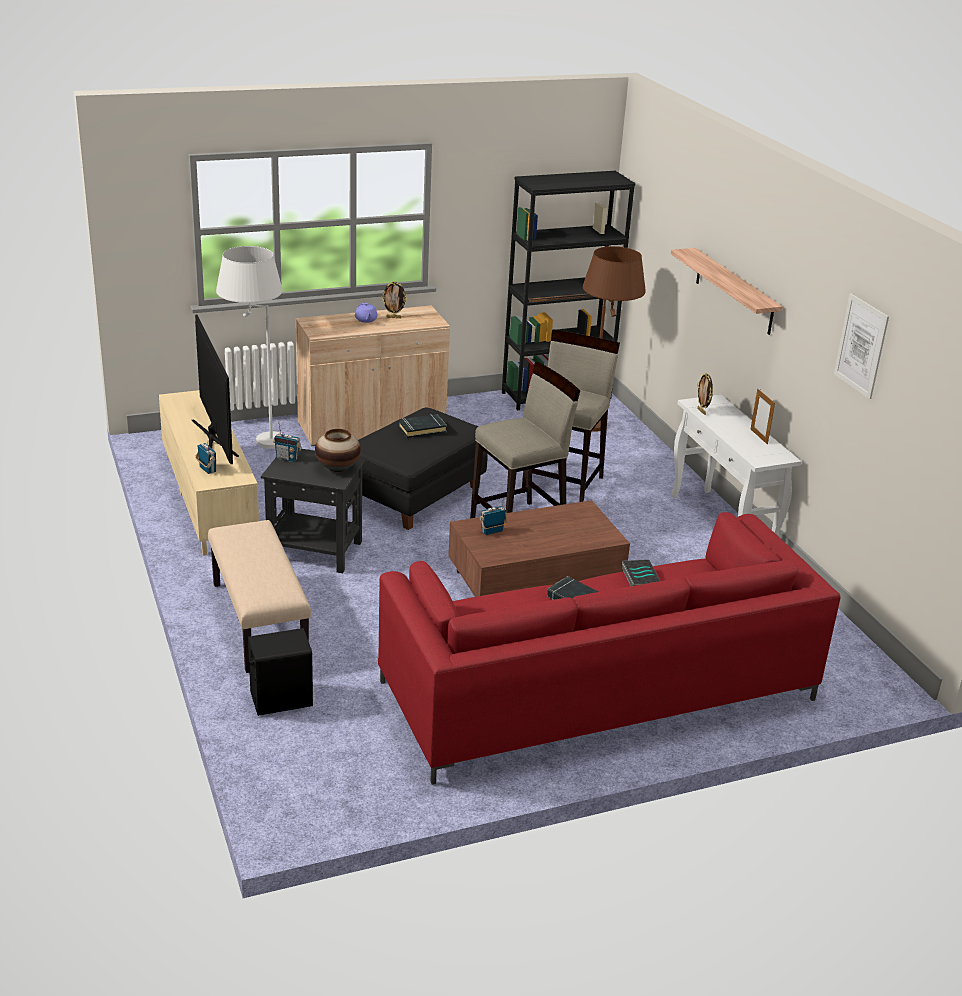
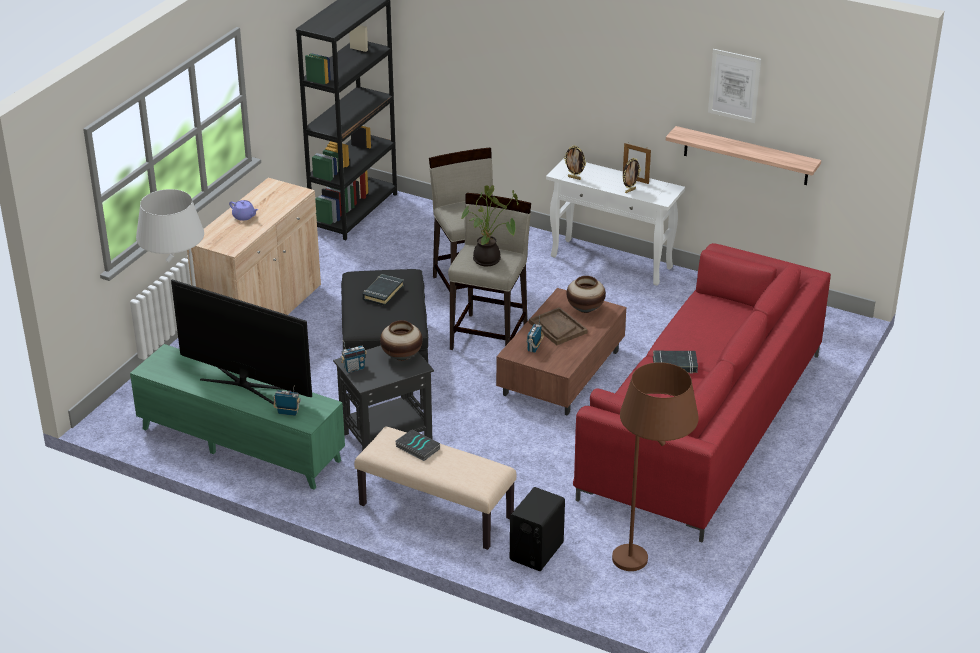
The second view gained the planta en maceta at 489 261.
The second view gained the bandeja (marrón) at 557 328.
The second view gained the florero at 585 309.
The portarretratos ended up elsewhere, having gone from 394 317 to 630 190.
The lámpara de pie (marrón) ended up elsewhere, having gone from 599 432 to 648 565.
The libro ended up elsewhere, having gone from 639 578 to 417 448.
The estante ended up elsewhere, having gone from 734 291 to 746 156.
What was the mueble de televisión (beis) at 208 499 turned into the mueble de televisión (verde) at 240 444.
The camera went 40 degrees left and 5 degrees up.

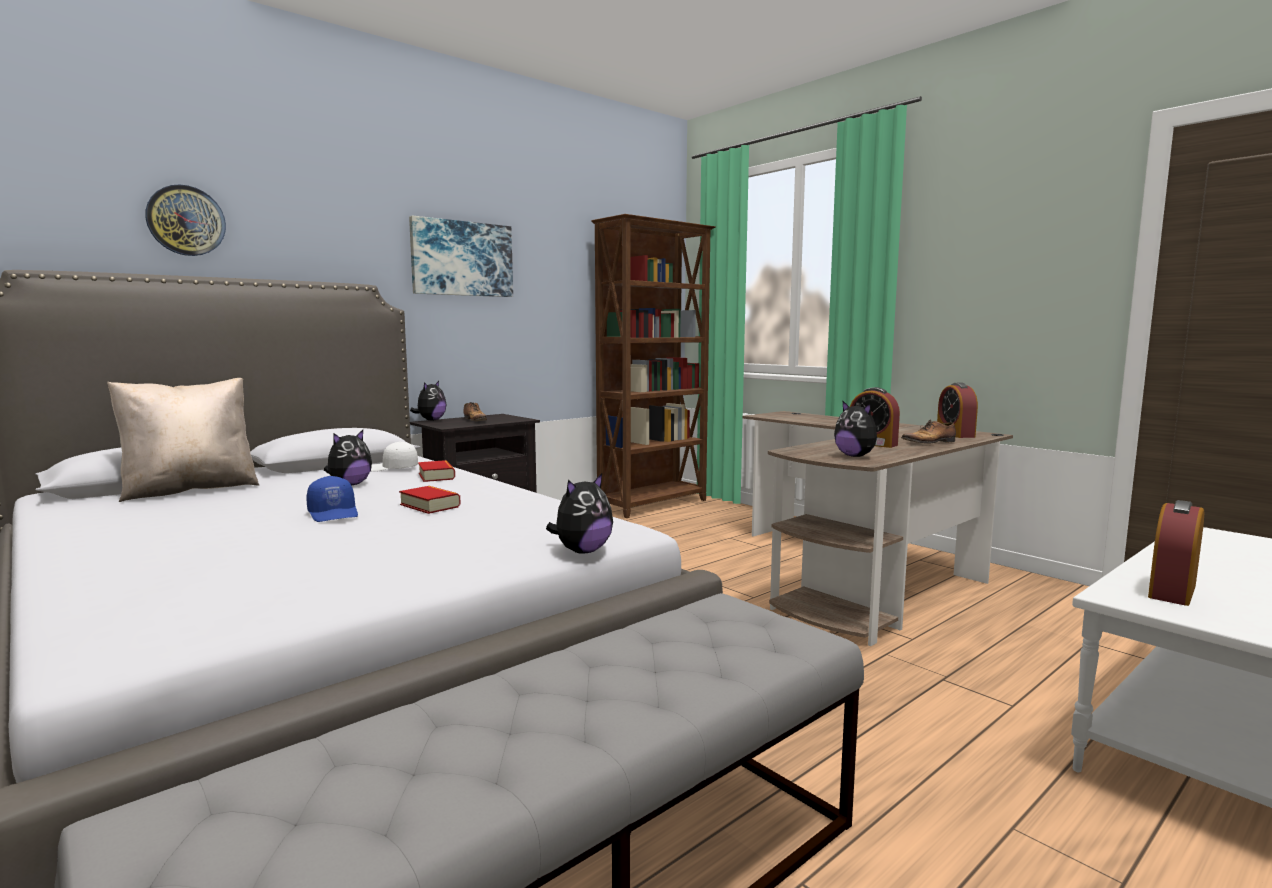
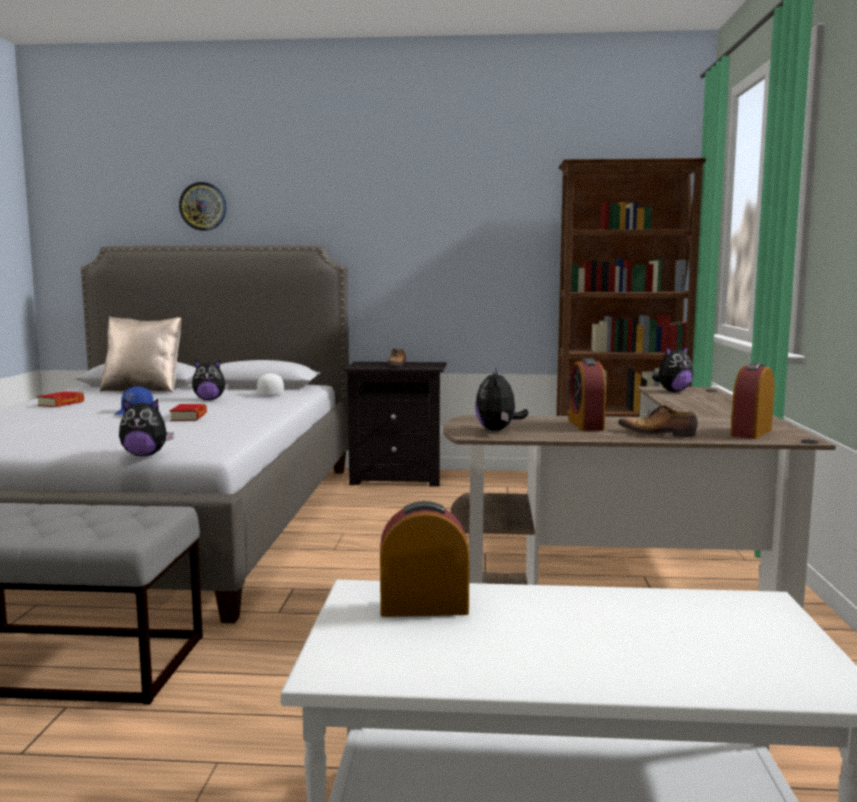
The second view lost the cuadro at 462 259.
The peluche ended up elsewhere, having gone from 431 420 to 673 391.
The libro ended up elsewhere, having gone from 436 476 to 61 404.
The camera went 45 degrees right and 0 degrees up.

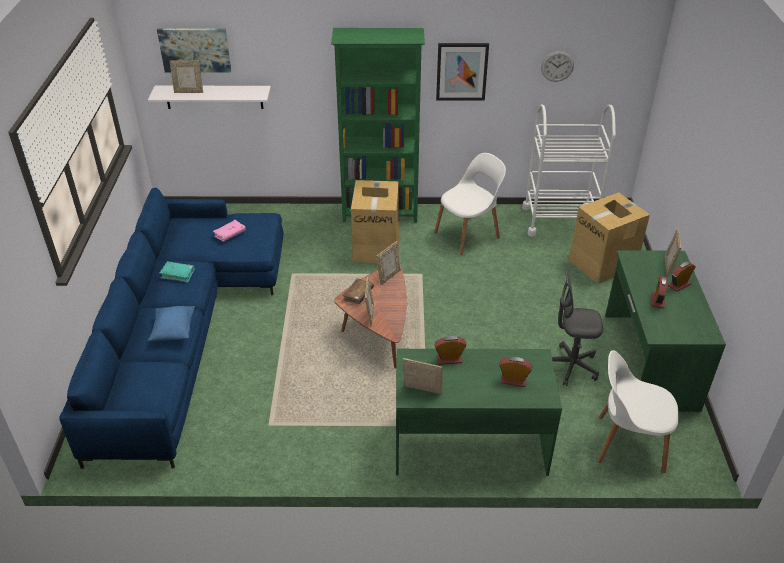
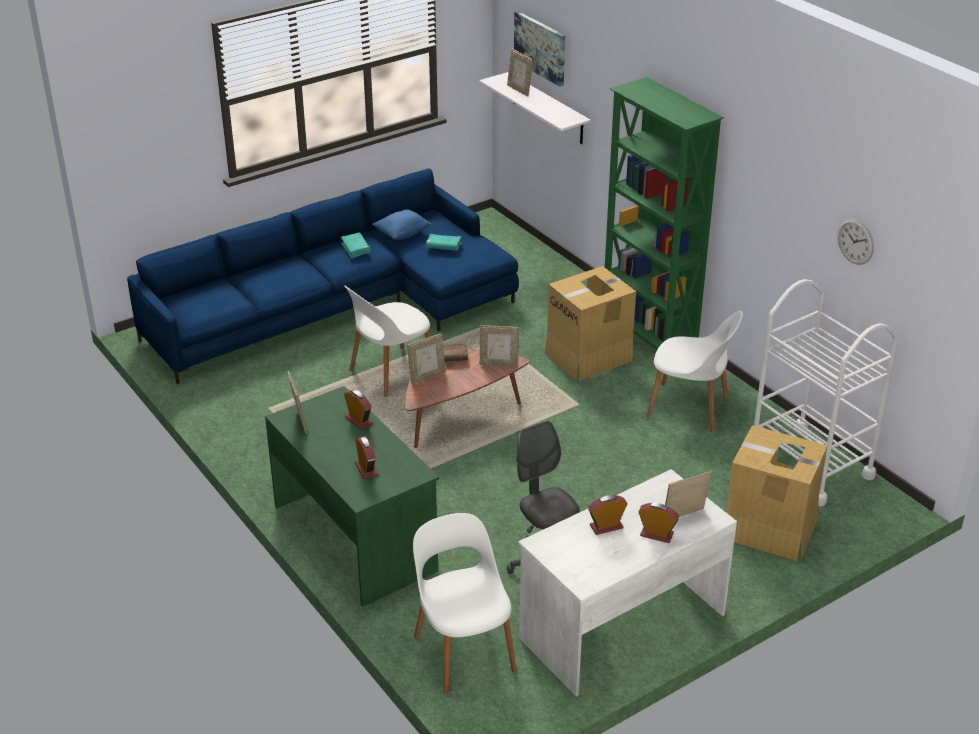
The second view lost the cuadro at 461 71.
The second view gained the silla (blanco) at 391 372.
The cojín (azul) ended up elsewhere, having gone from 174 331 to 402 234.
What was the libro (rosa) at 230 234 turned into the libro (turquesa) at 443 247.
What was the escritorio (verde) at 648 361 turned into the escritorio (blanco) at 621 625.
The camera went 55 degrees right and 5 degrees down.

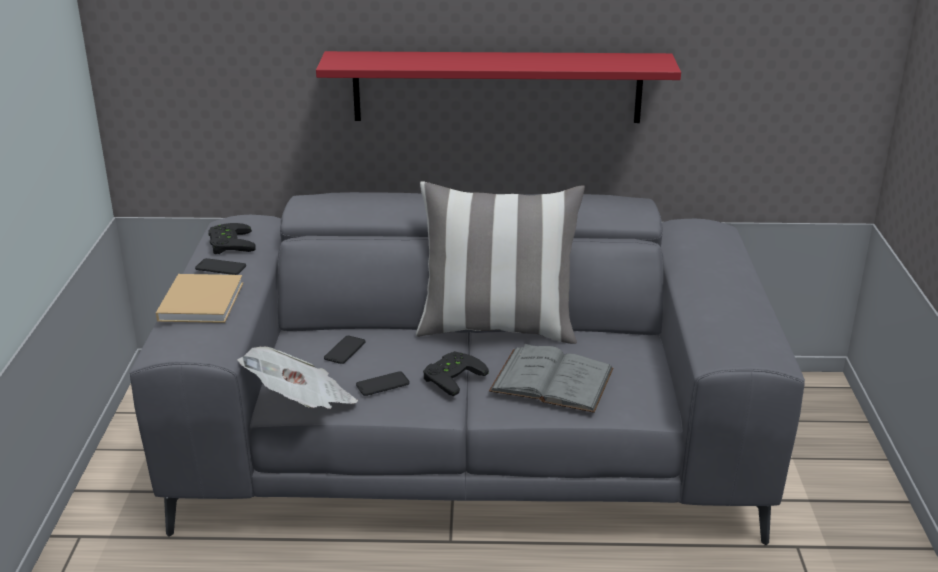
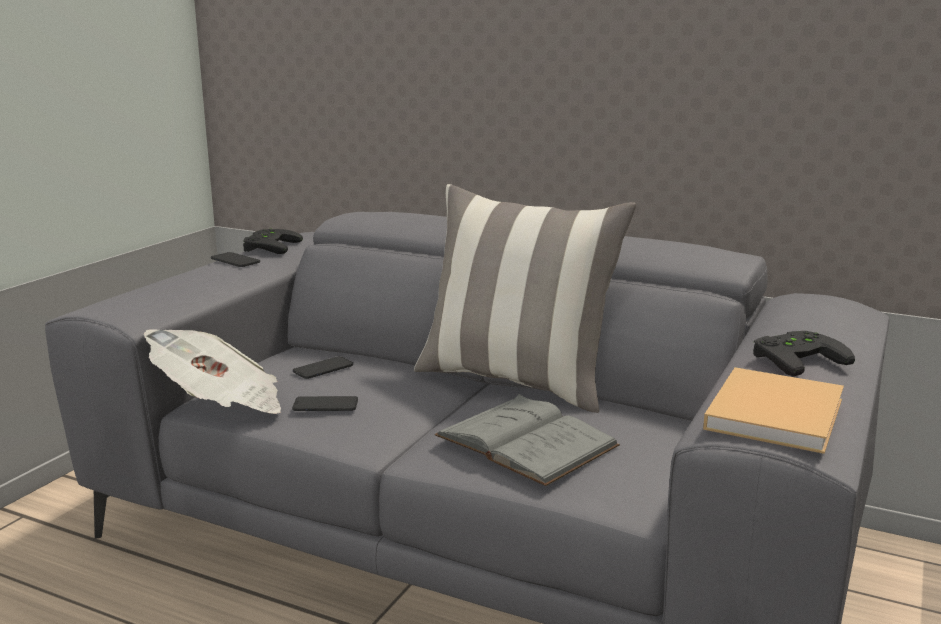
The second view lost the estante (rojo) at 497 87.
The libro (beis) ended up elsewhere, having gone from 202 300 to 775 412.
The mando de consola (negro) ended up elsewhere, having gone from 451 376 to 795 358.
The camera went 25 degrees right and 10 degrees down.

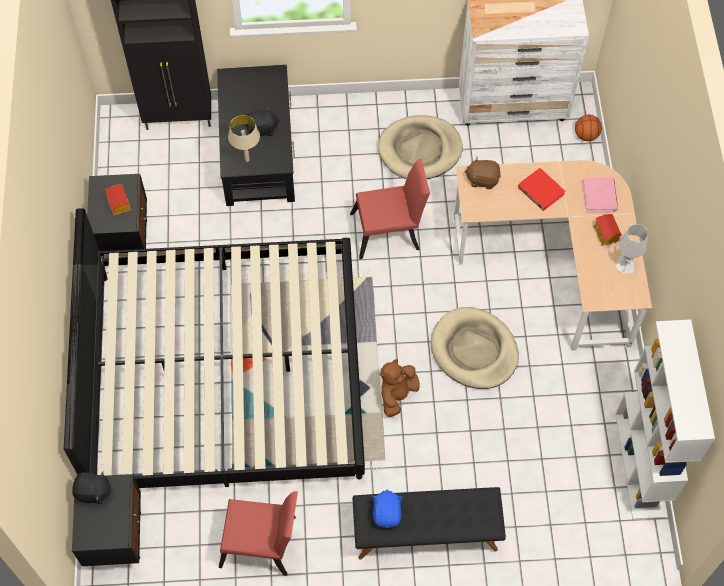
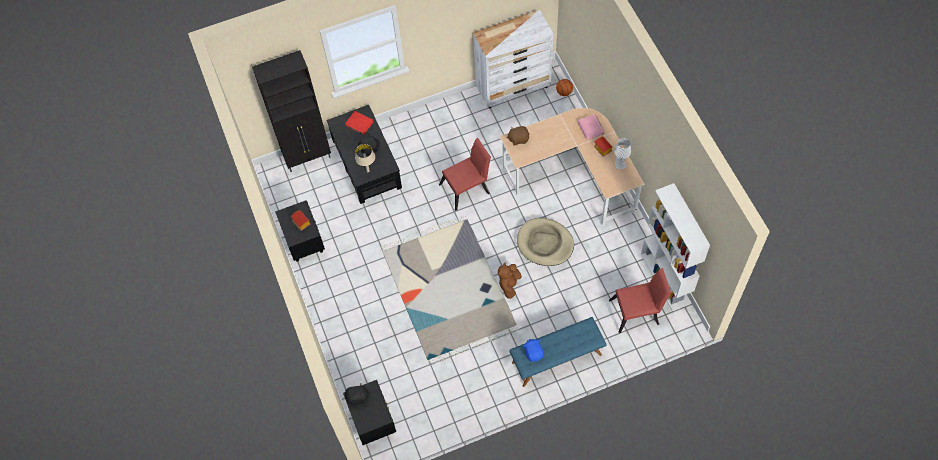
The second view lost the cama at 225 373.
The second view lost the cama para perro (beis) at 420 150.
The silla (rojo) ended up elsewhere, having gone from 263 544 to 637 312.
The libro (rojo) ended up elsewhere, having gone from 540 191 to 359 124.
What was the banco (negro) at 426 533 turned into the banco (azul) at 557 359.
The camera went 15 degrees left and 0 degrees up.

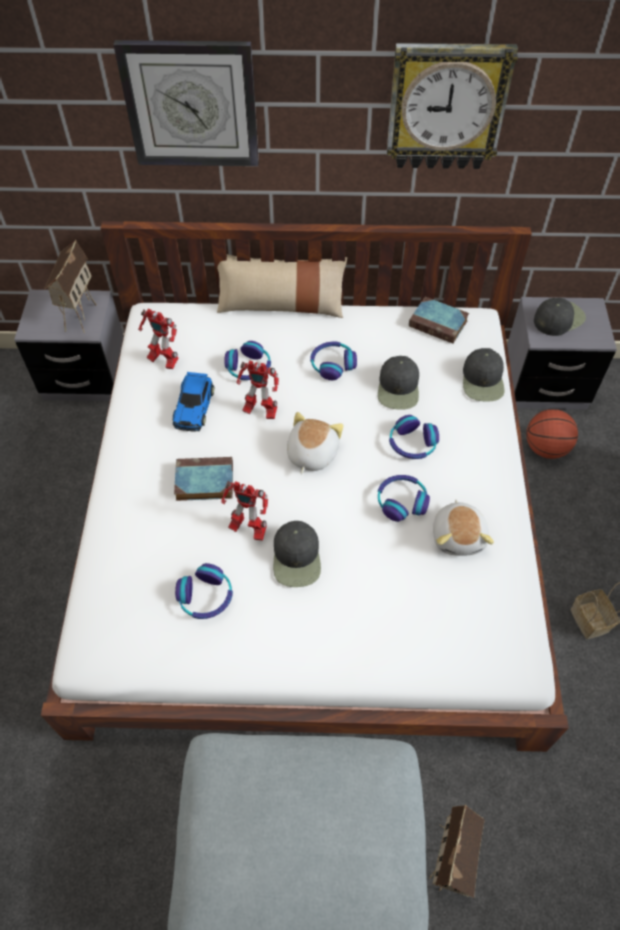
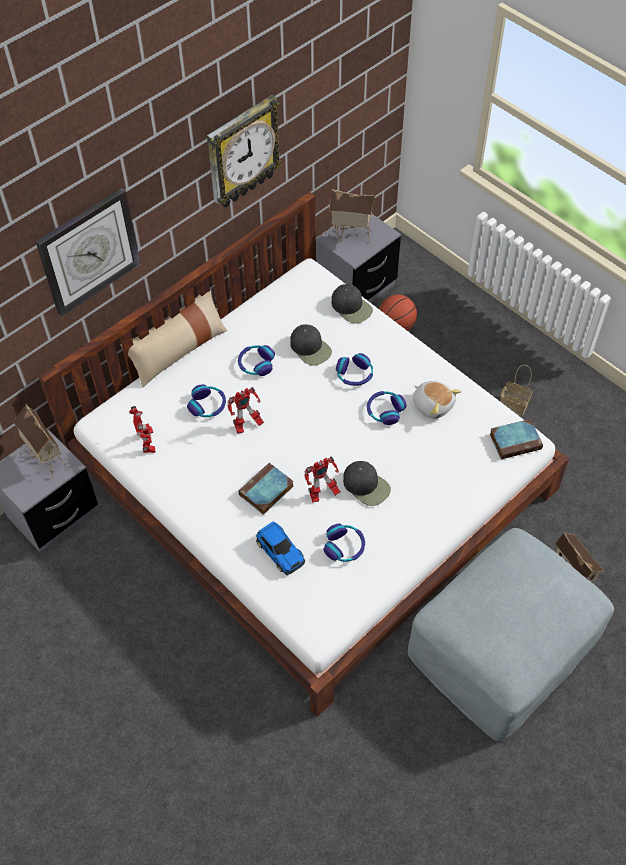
The second view lost the peluche at 311 454.
The coche de juguete ended up elsewhere, having gone from 194 406 to 280 550.
The libro ended up elsewhere, having gone from 439 323 to 516 441.
Where the gorra (negro) stood at 558 318, the casita came to stand at 351 237.
The robot de juguete at 163 360 ended up facing another way, 90 degrees counterclockwise from before.
The camera went 45 degrees left and 0 degrees up.

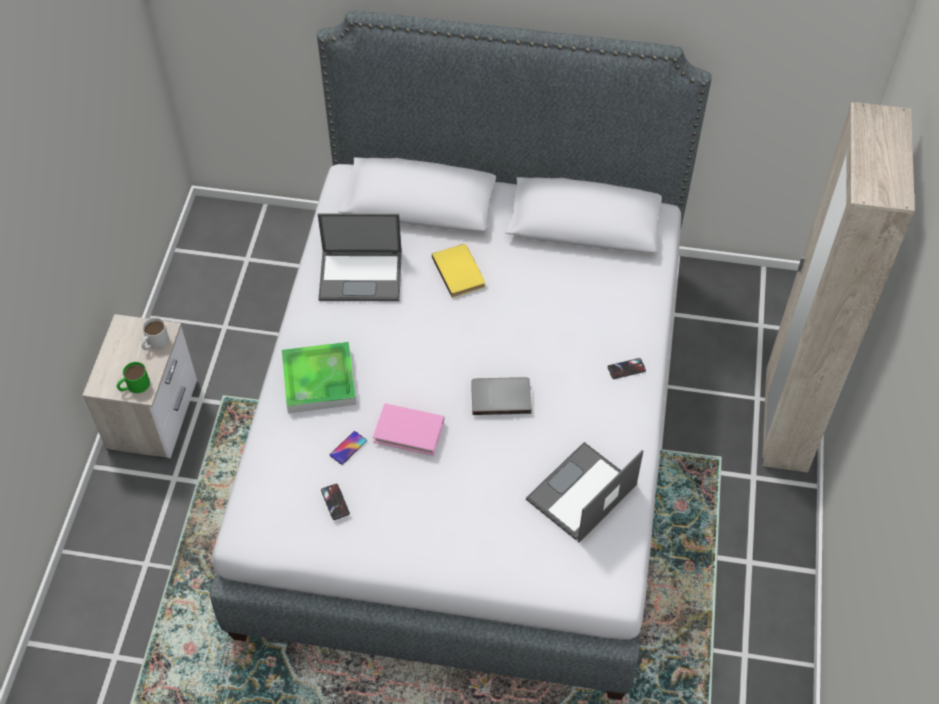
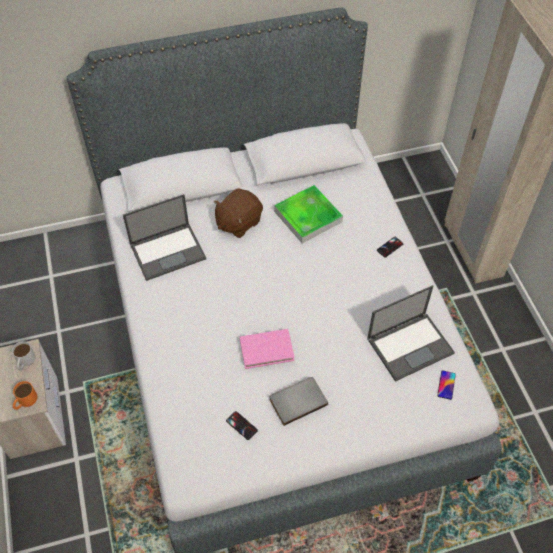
The bandeja ended up elsewhere, having gone from 319 380 to 308 216.
The móvil ended up elsewhere, having gone from 348 448 to 446 385.
The libro (gris) ended up elsewhere, having gone from 501 396 to 297 400.
Where the libro (amarillo) stood at 460 271, the peluche (marrón) came to stand at 238 222.
What was the taza grande (verde) at 134 386 turned into the taza grande (naranja) at 25 401.
The portátil at 581 493 ended up facing another way, 135 degrees counterclockwise from before.
The camera went 25 degrees left and 0 degrees up.

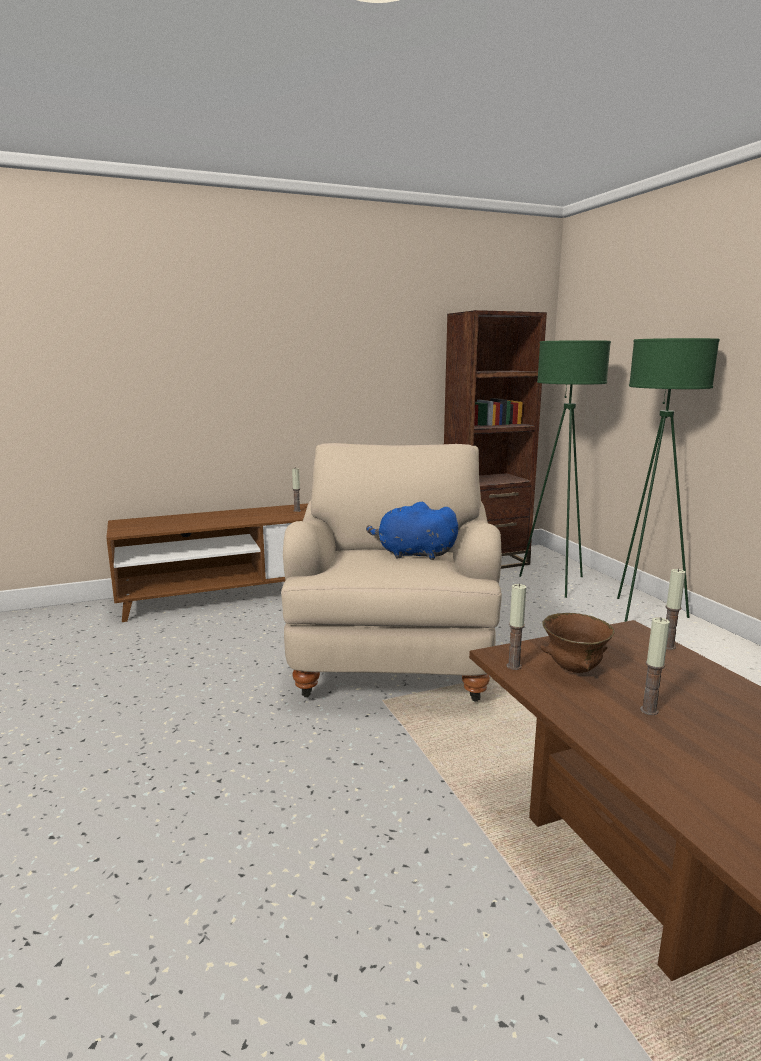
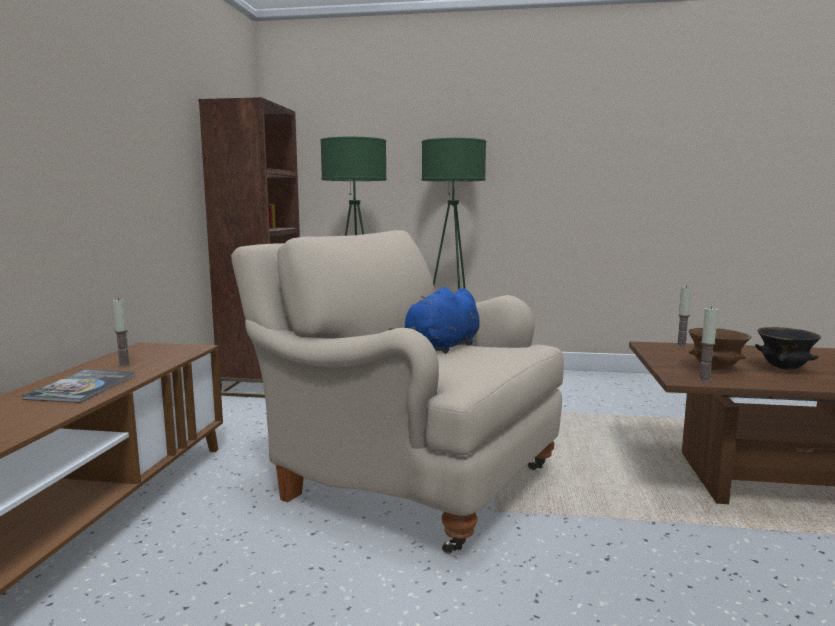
The second view gained the libro at 82 387.
Where the vela stood at 649 710, the cuenco (negro) came to stand at 783 369.
The camera went 60 degrees left and 5 degrees down.

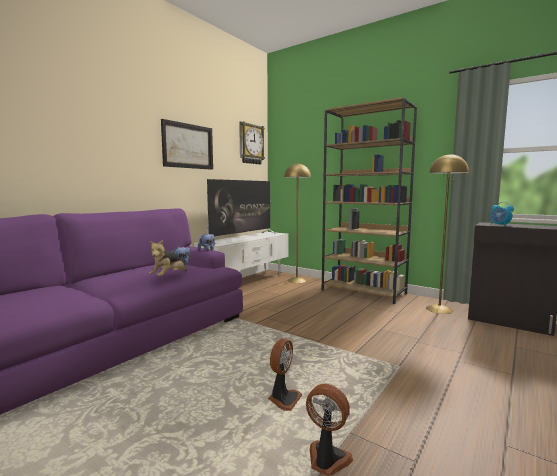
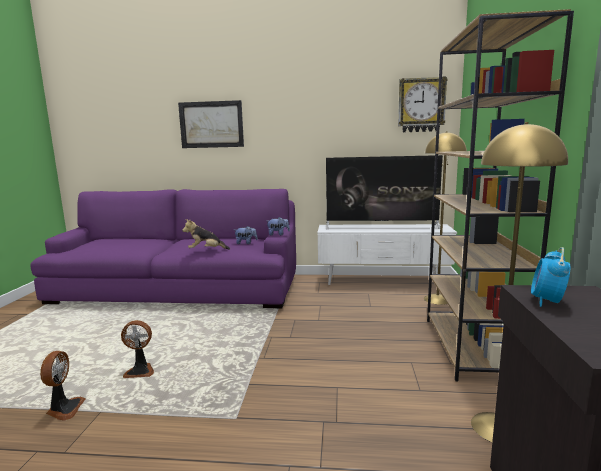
The cuadro ended up elsewhere, having gone from 188 146 to 211 124.
The camera went 60 degrees right and 5 degrees up.

